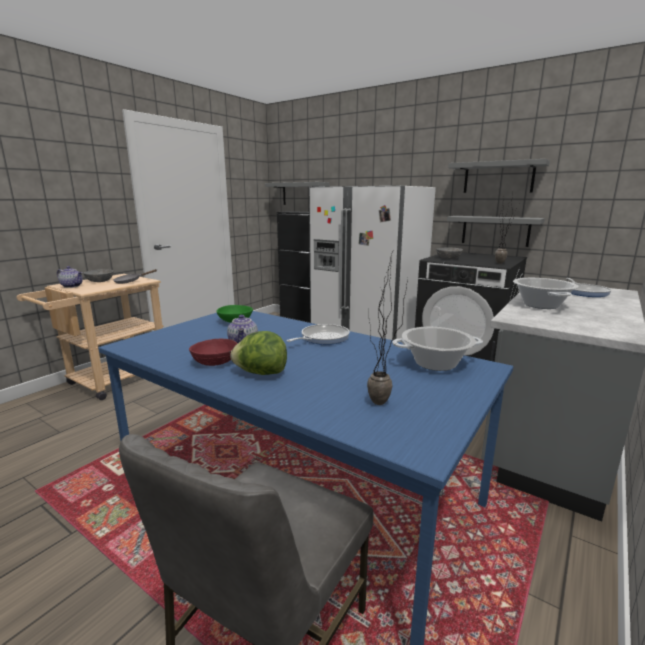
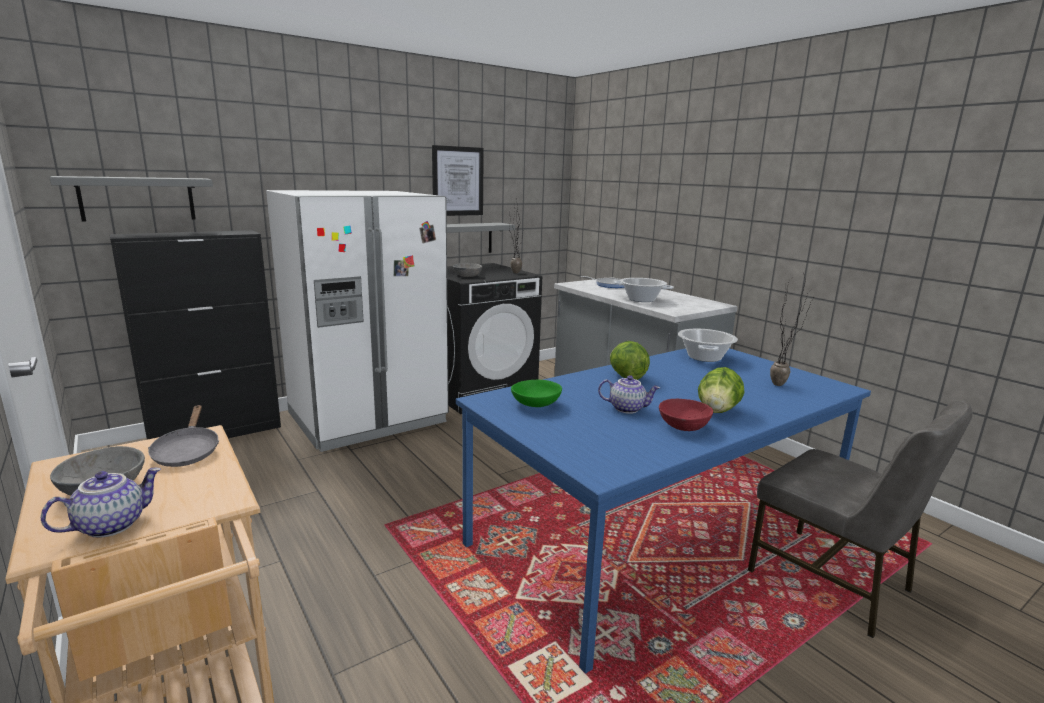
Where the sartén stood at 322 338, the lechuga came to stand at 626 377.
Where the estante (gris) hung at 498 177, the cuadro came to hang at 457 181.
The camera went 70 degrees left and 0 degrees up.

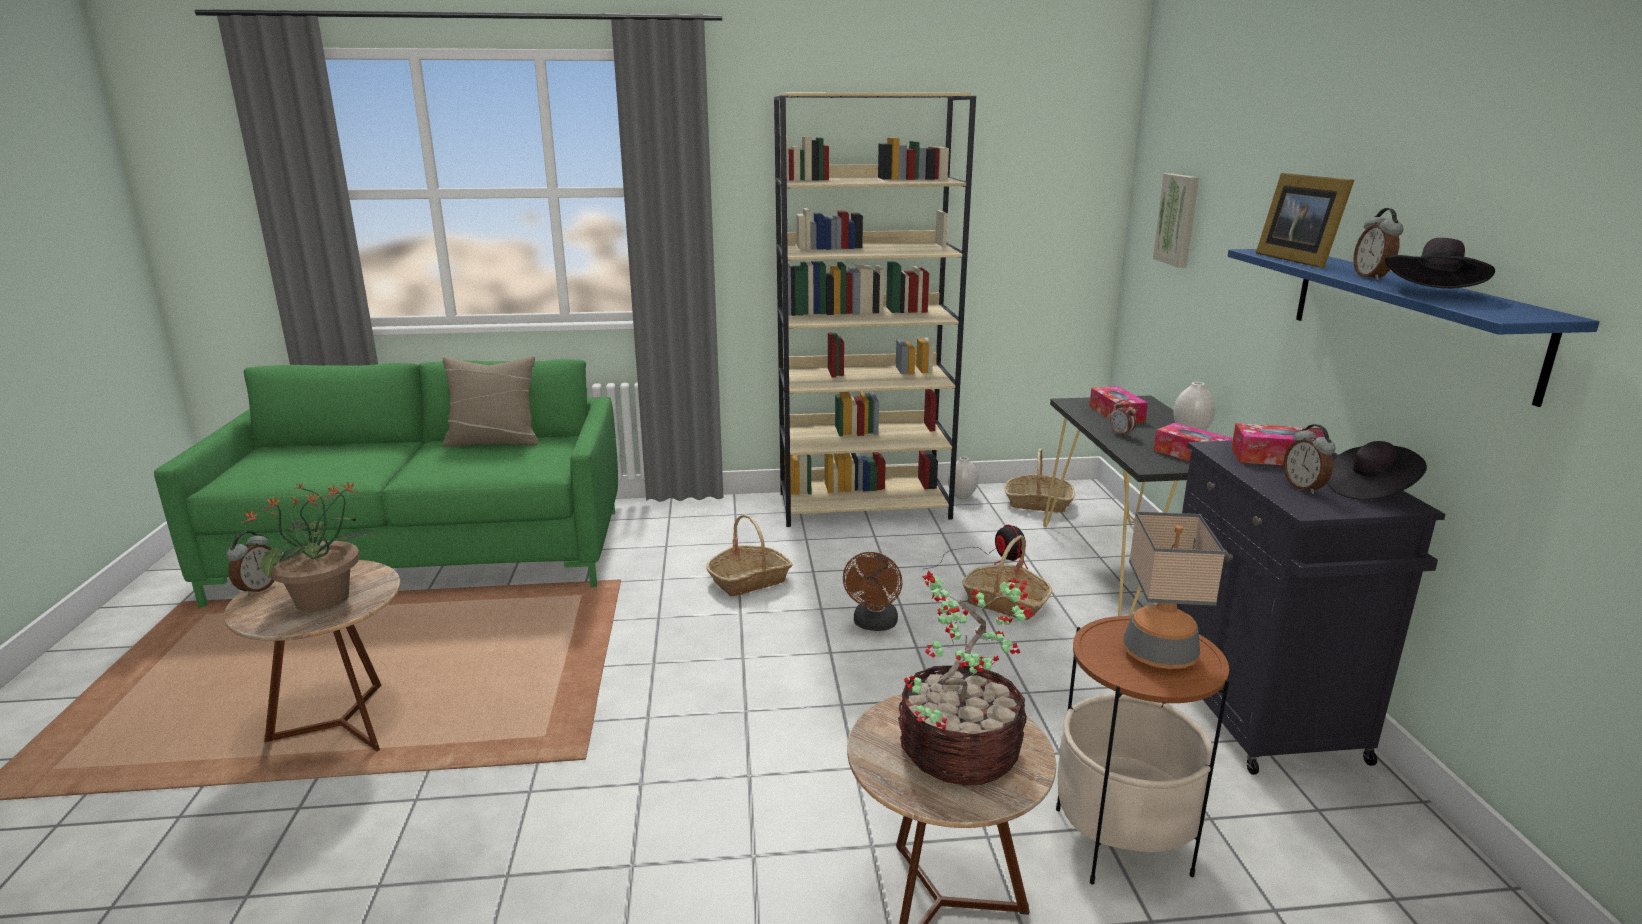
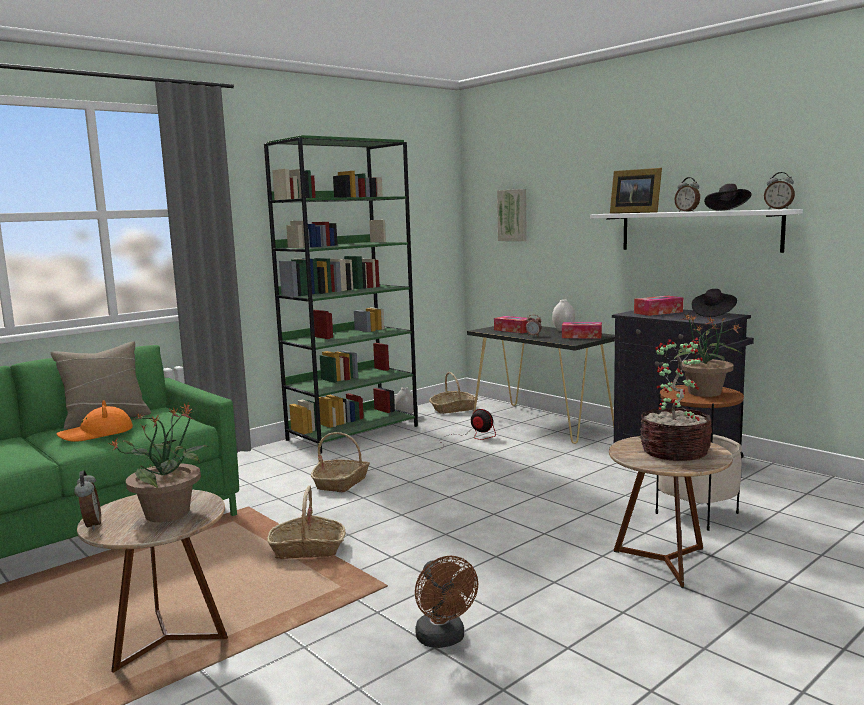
The second view gained the sombrero (naranja) at 97 434.
The ventilador (marrón) ended up elsewhere, having gone from 874 625 to 443 640.
The cesta ended up elsewhere, having gone from 1005 603 to 307 549.
The despertador ended up elsewhere, having gone from 1304 488 to 778 209.
Where the lámpara de mesa stood at 1159 654, the planta en maceta came to stand at 704 393.
What was the estantería (beis) at 865 505 turned into the estantería (verde) at 353 433.
What was the estante (azul) at 1407 316 turned into the estante (blanco) at 698 231.
The camera went 35 degrees left and 10 degrees down.

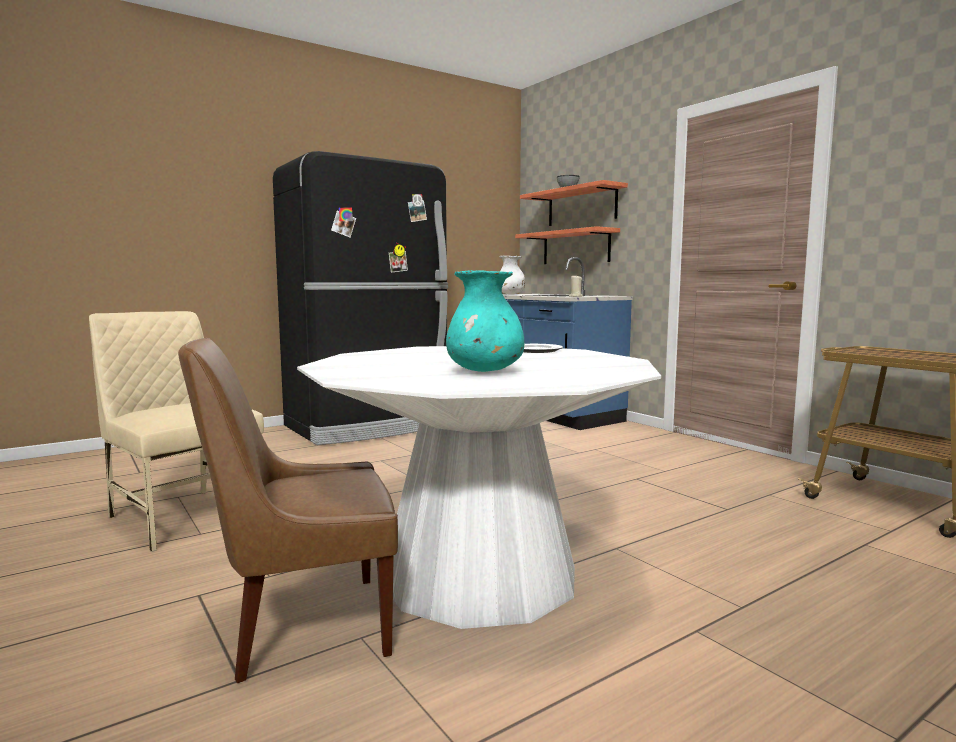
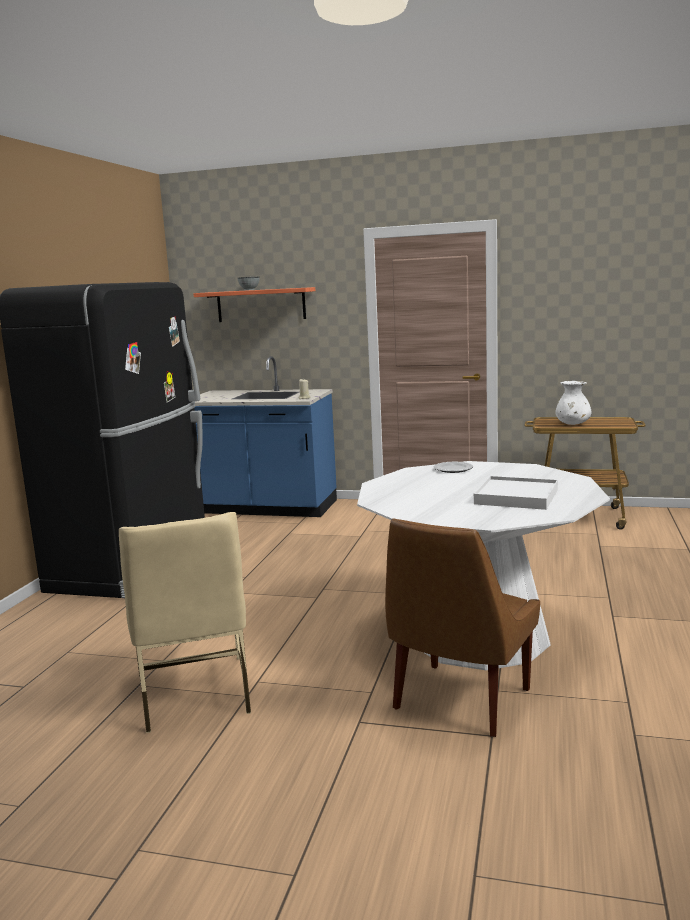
The second view lost the estante at 575 247.
The florero (blanco) ended up elsewhere, having gone from 510 294 to 573 424.
Where the florero (turquesa) stood at 485 371, the bandeja (blanco) came to stand at 516 497.
The silla (beis) at 183 516 ended up facing another way, 105 degrees counterclockwise from before.
The camera went 40 degrees left and 5 degrees up.

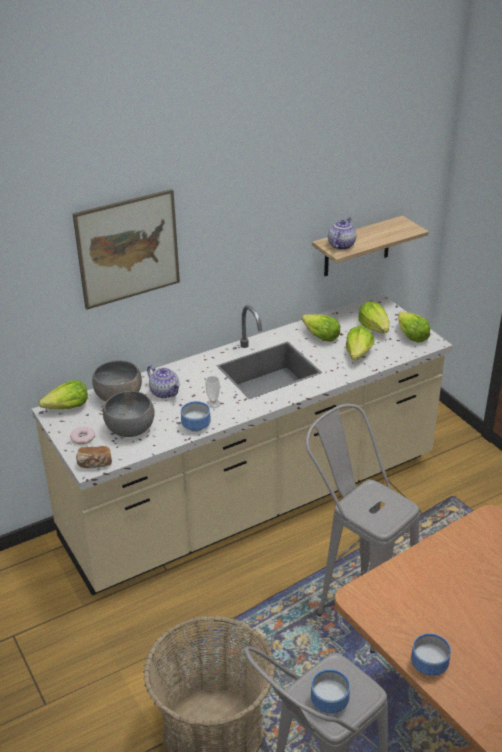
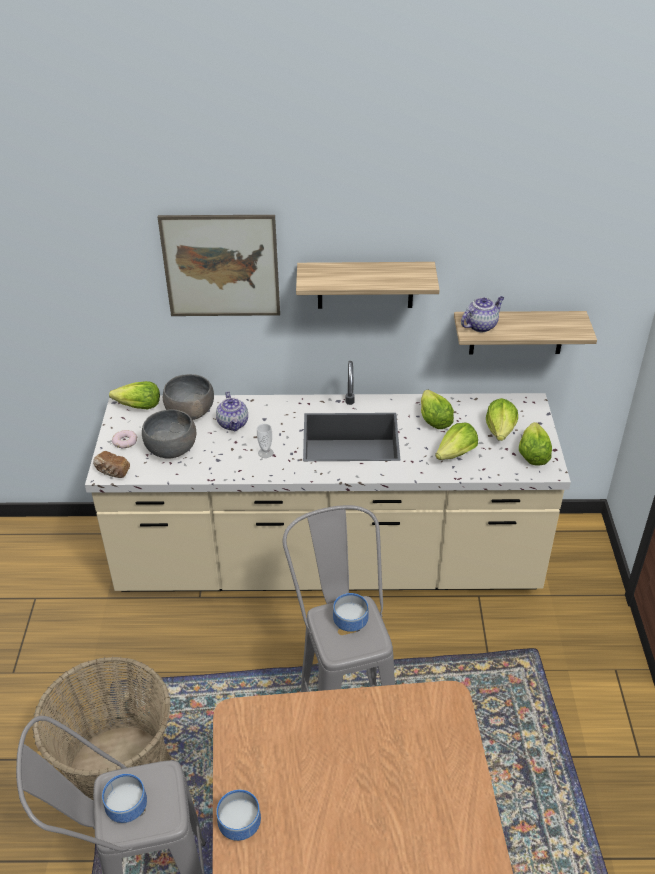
The second view gained the estante at 365 285.
The cuenco ended up elsewhere, having gone from 197 426 to 351 623.
The camera went 30 degrees right and 5 degrees up.

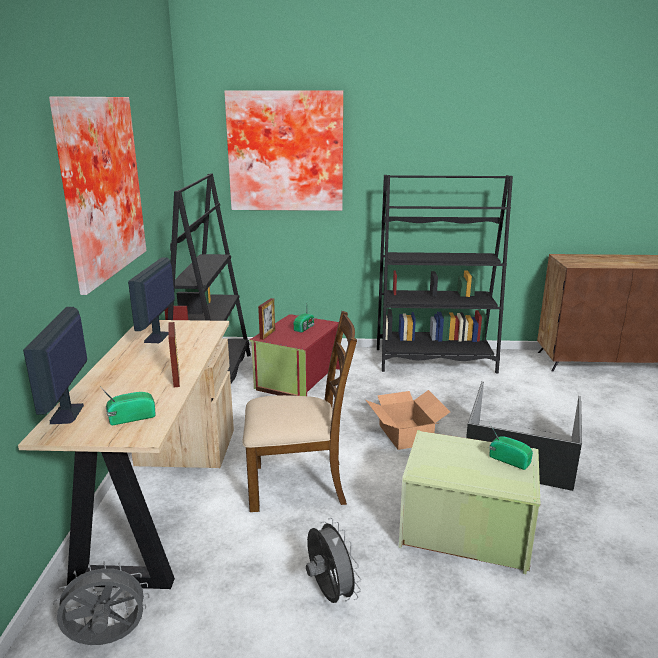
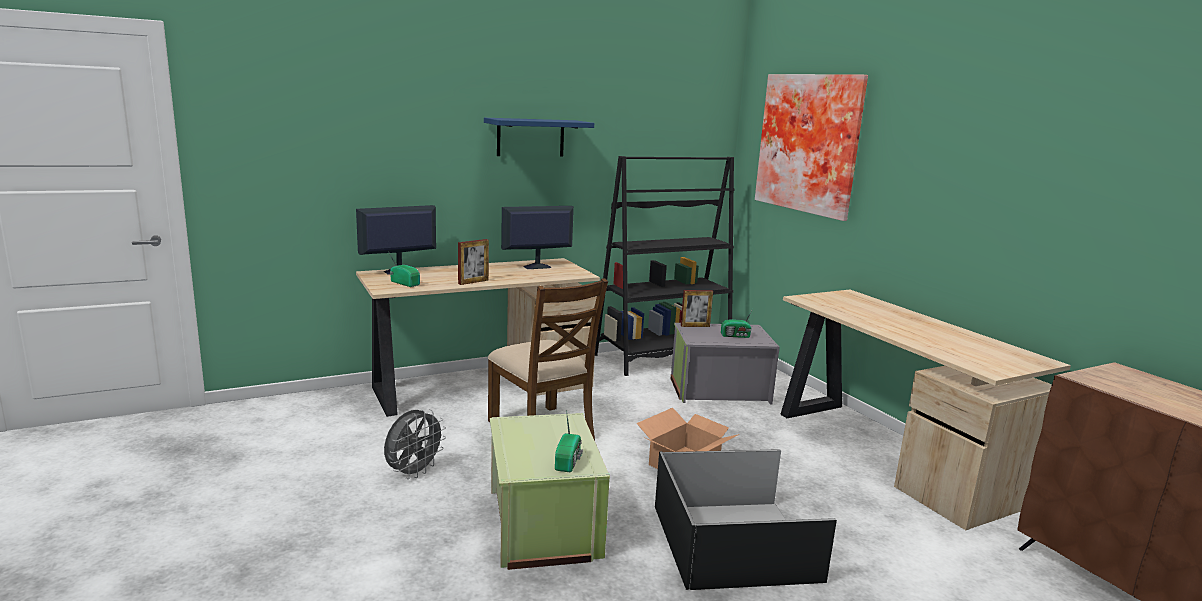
The second view lost the ventilador (gris) at 107 641.
Where the cuadro hung at 97 188, the estante (azul) came to hang at 530 137.
Where the estantería (negro) stood at 435 361, the escritorio (beis) came to stand at 887 453.
What was the caja de almacenaje (rojo) at 296 378 turned into the caja de almacenaje (gris) at 718 389.
The camera went 60 degrees right and 5 degrees down.

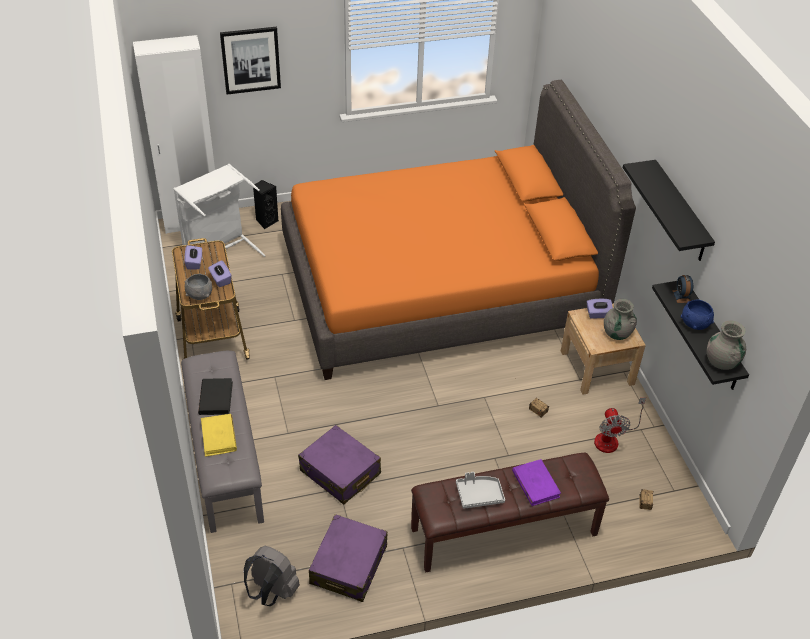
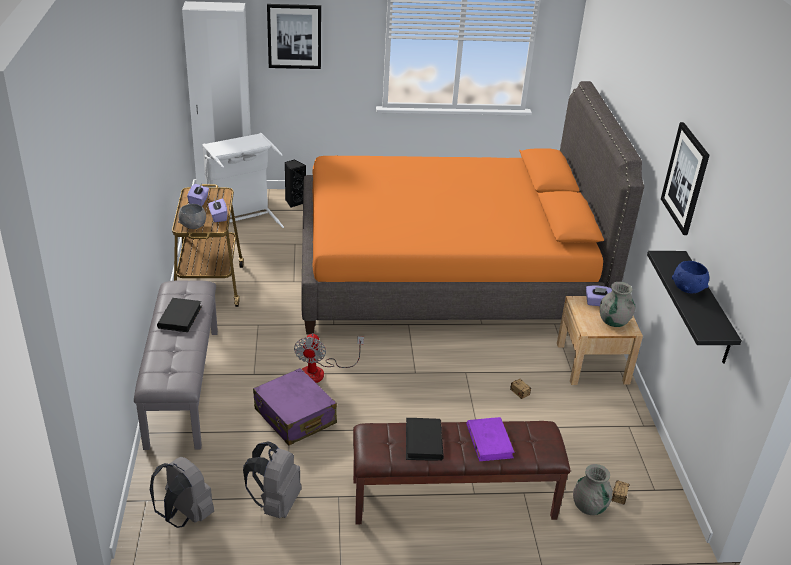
The second view lost the libro (amarillo) at 218 437.
The second view lost the despertador at 681 296.
The ventilador ended up elsewhere, having gone from 612 438 to 320 372.
The florero (gris) ended up elsewhere, having gone from 721 361 to 589 506.
Where the maleta (morado) stood at 349 565, the mochila (gris) came to stand at 275 503.
Where the bandeja (gris) stood at 479 495, the libro (negro) came to stand at 423 442.
Where the estante (negro) hung at 680 212, the cuadro came to hang at 685 178.
The camera went 10 degrees right and 10 degrees down.

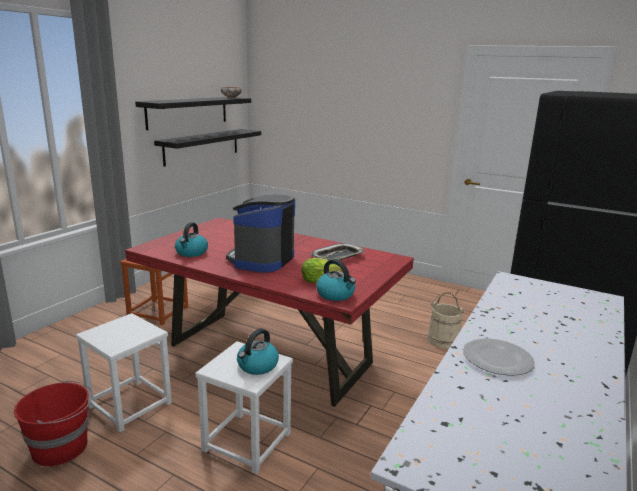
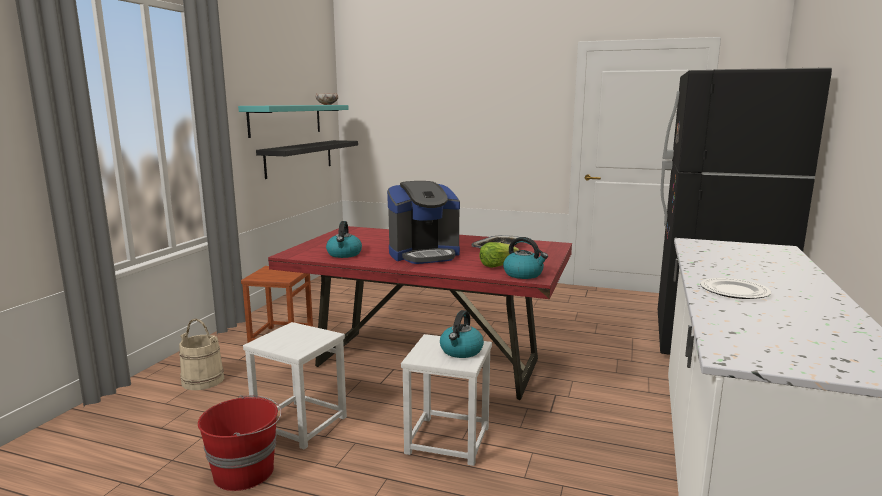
The cubo (beis) ended up elsewhere, having gone from 443 340 to 203 380.
What was the estante (negro) at 188 112 turned into the estante (turquesa) at 286 120.
The cafetera at 261 260 ended up facing another way, 120 degrees counterclockwise from before.
The camera went 10 degrees left and 5 degrees down.

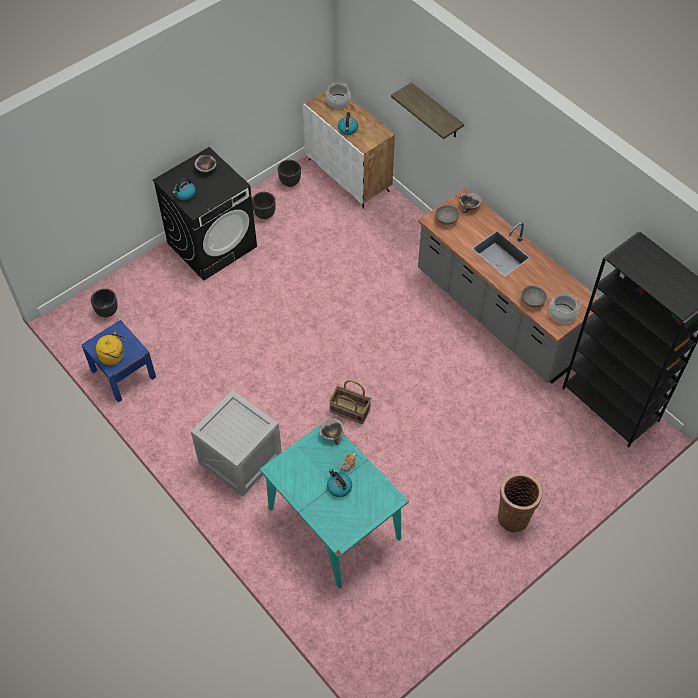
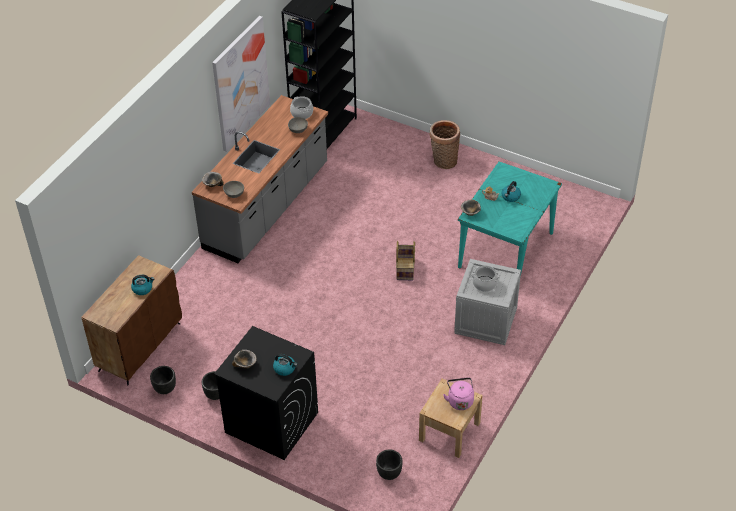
The second view lost the estante at 436 112.
The second view gained the cuadro at 240 83.
The olla ended up elsewhere, having gone from 338 101 to 484 284.
What was the mesita de noche (azul) at 123 373 turned into the mesita de noche (beis) at 449 431.
What was the hervidor (amarillo) at 114 356 turned into the hervidor (rosa) at 460 400.
What was the armario (blanco) at 349 175 turned into the armario (marrón) at 140 346.
The camera went 110 degrees left and 10 degrees down.

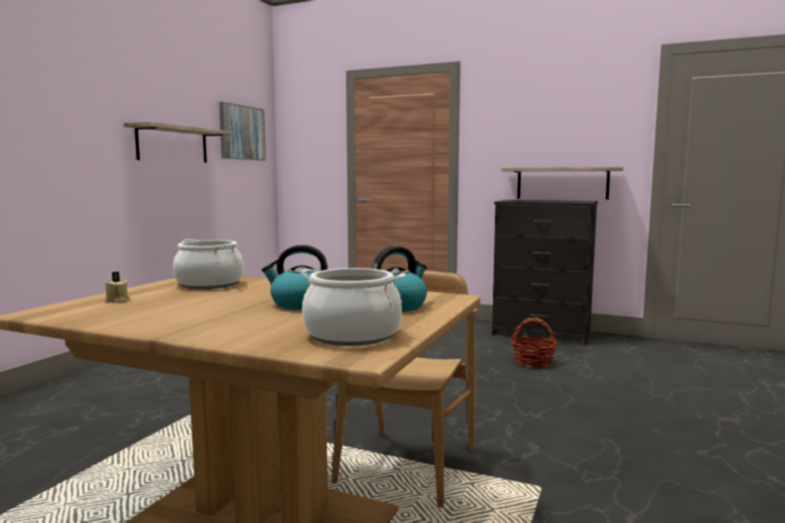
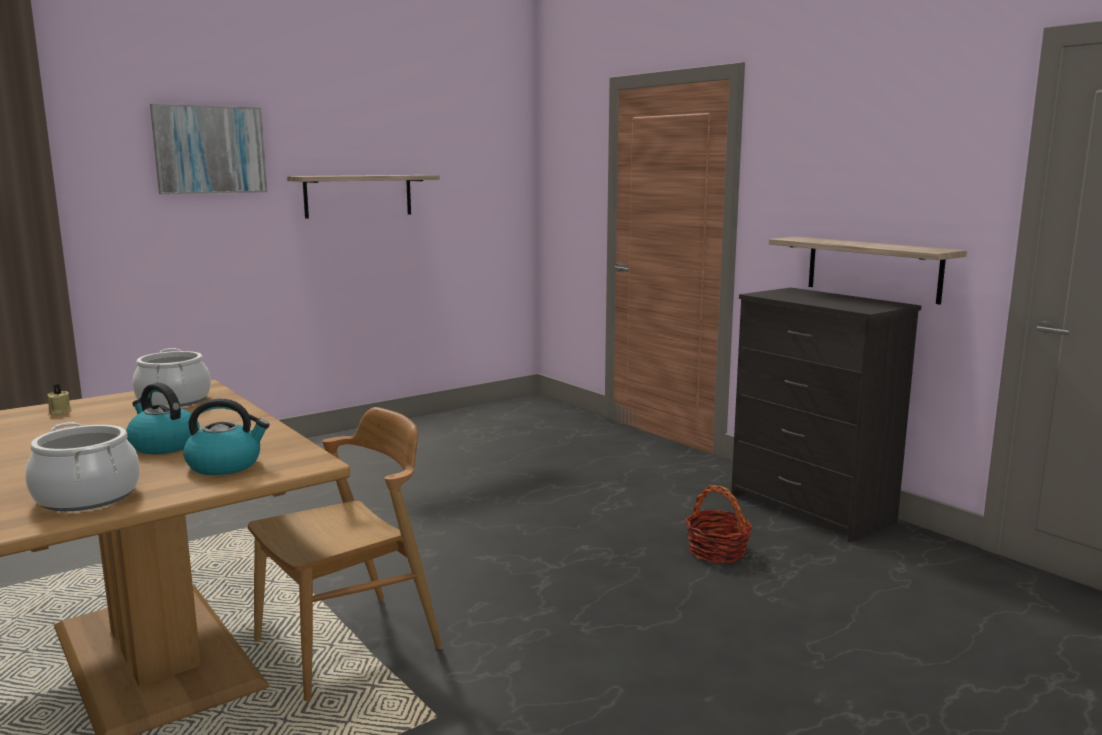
The cuadro ended up elsewhere, having gone from 241 132 to 210 150.
The camera went 30 degrees right and 5 degrees up.

